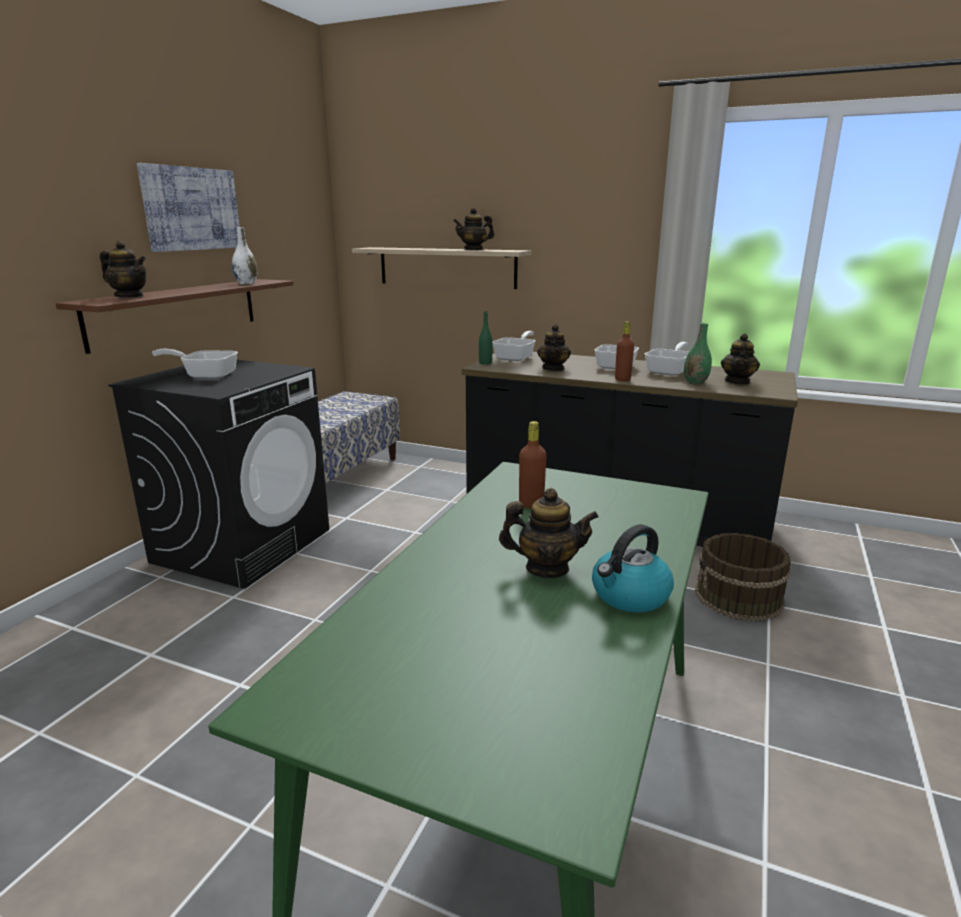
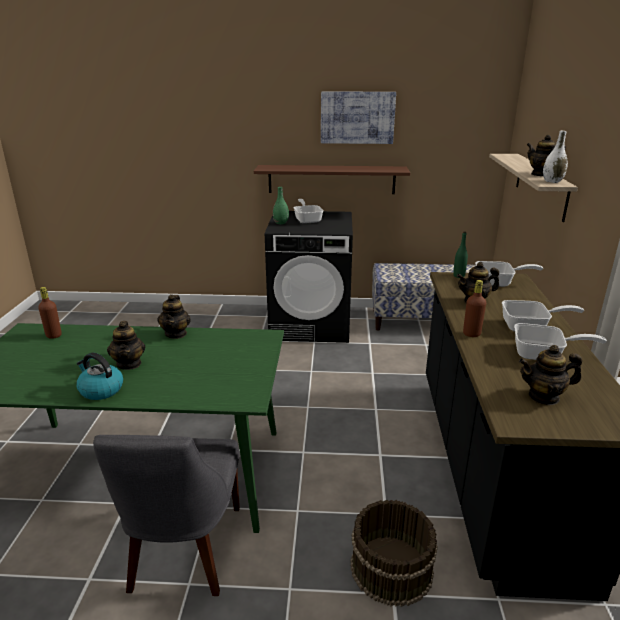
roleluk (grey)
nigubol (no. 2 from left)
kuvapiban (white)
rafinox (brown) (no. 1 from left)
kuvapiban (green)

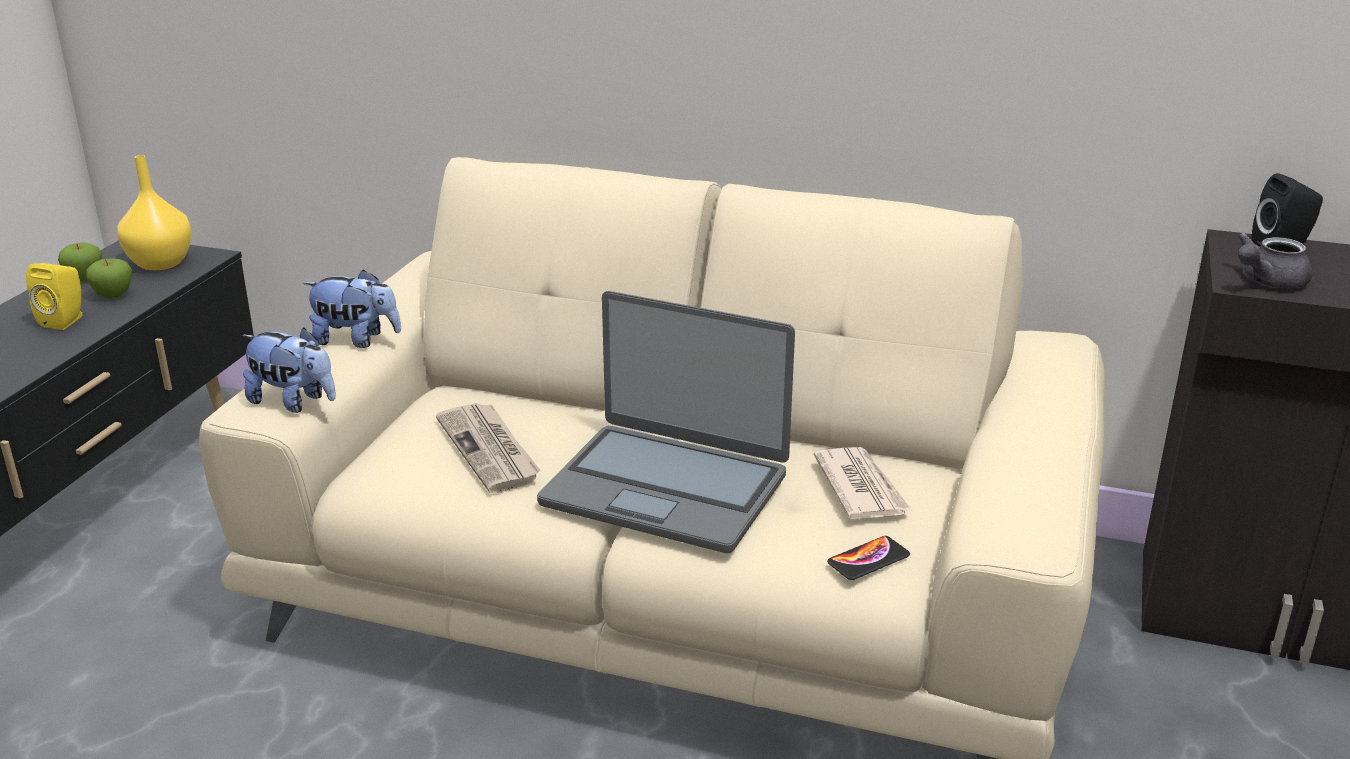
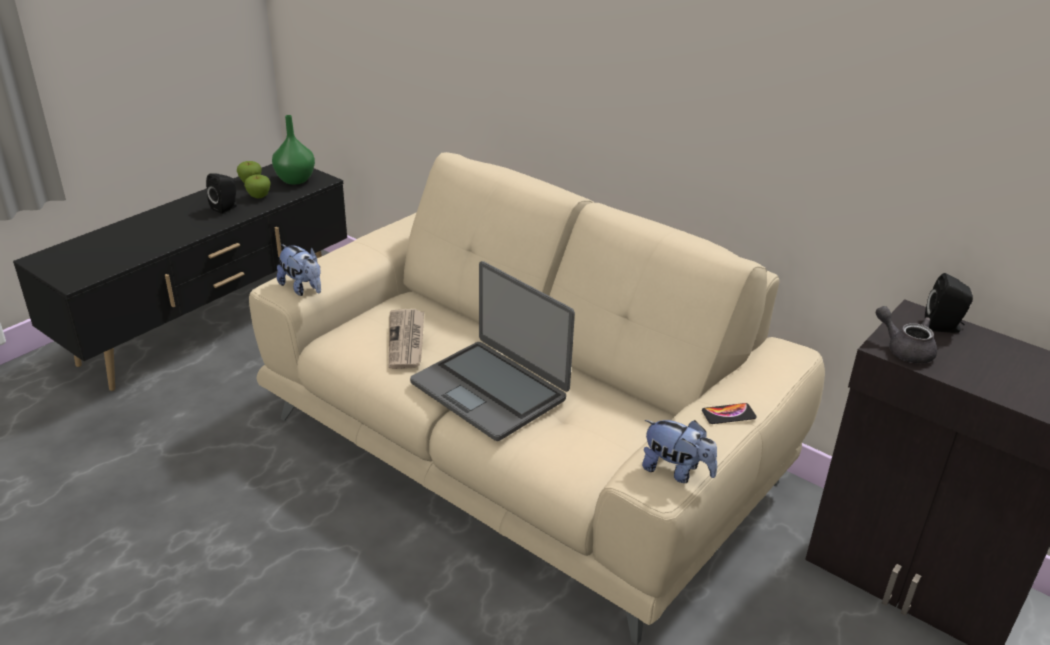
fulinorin (no. 2 from left in the first image)
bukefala (no. 2 from left)
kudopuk
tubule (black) (no. 1 from left)
kuvapiban (green)
nigubol (grey)

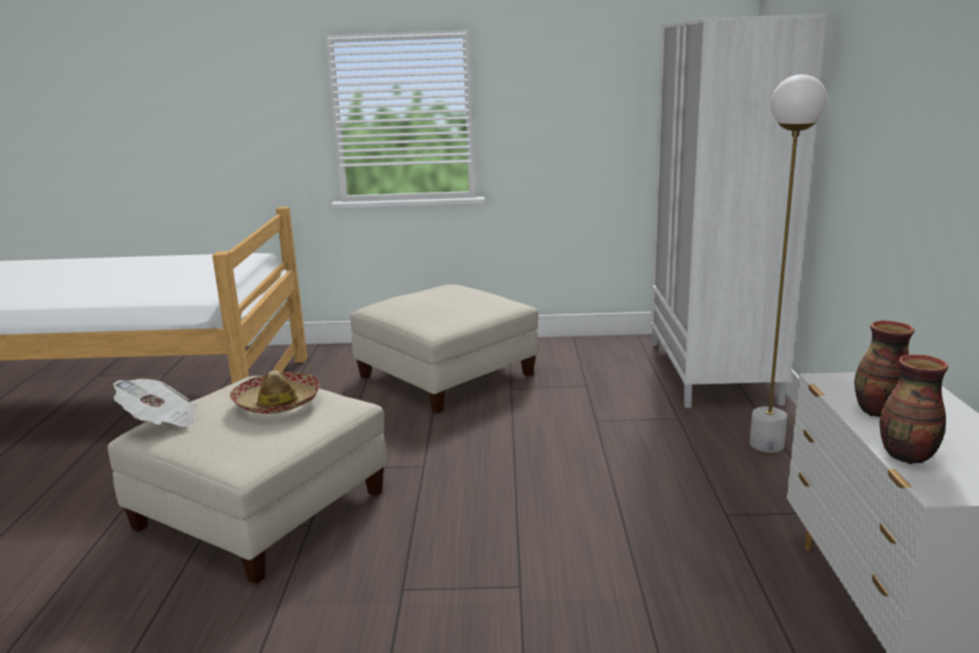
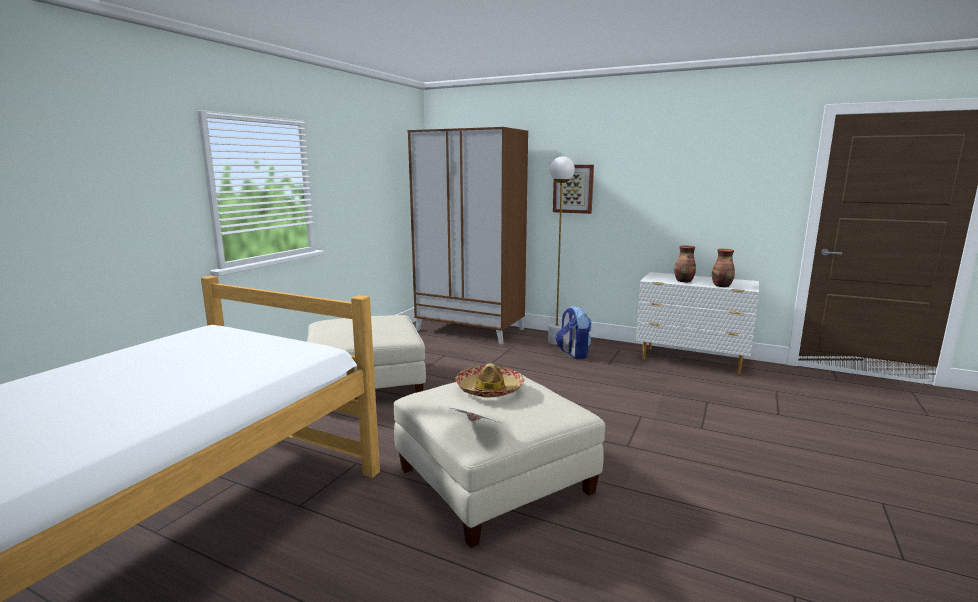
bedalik
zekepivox
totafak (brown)

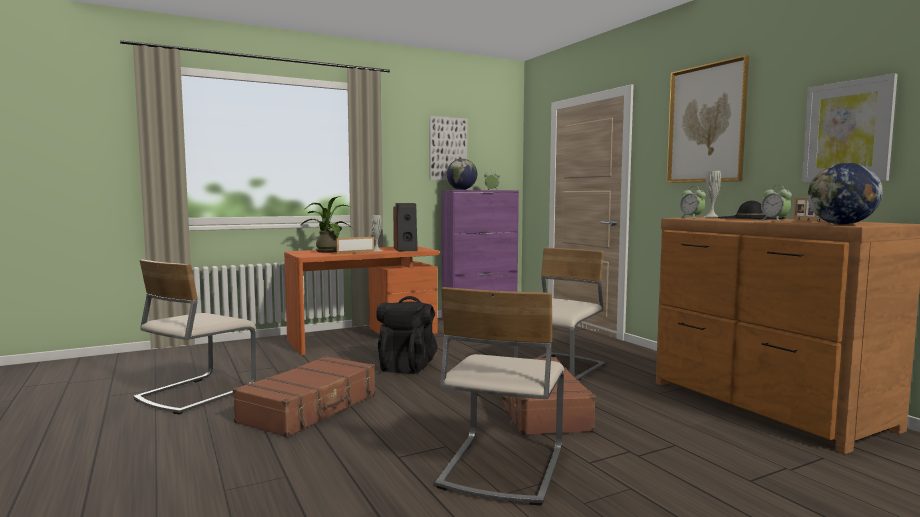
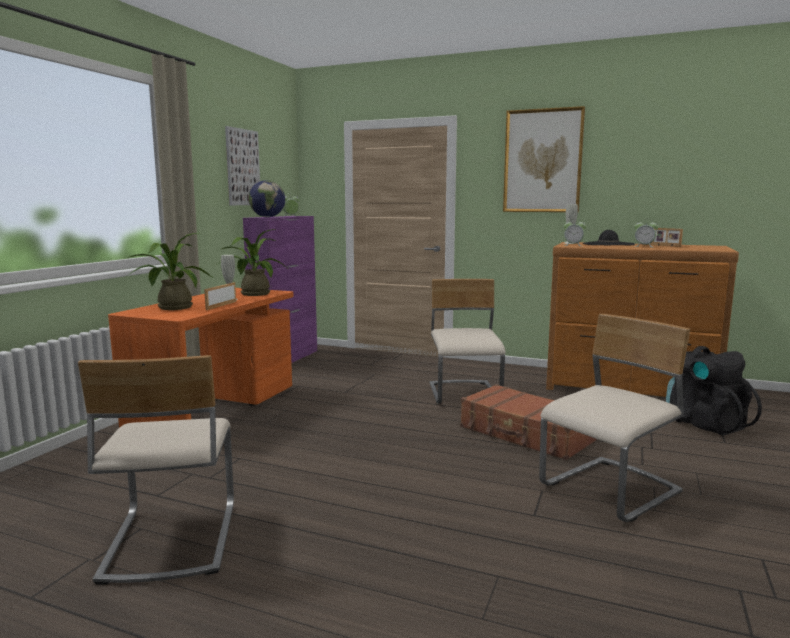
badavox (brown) (no. 1 from left in the first image)
bedalik (no. 3 from left in the first image)
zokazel (no. 2 from left in the first image)
zekepivox (black)
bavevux (no. 2 from left)
roleluk (beige) (no. 3 from left)

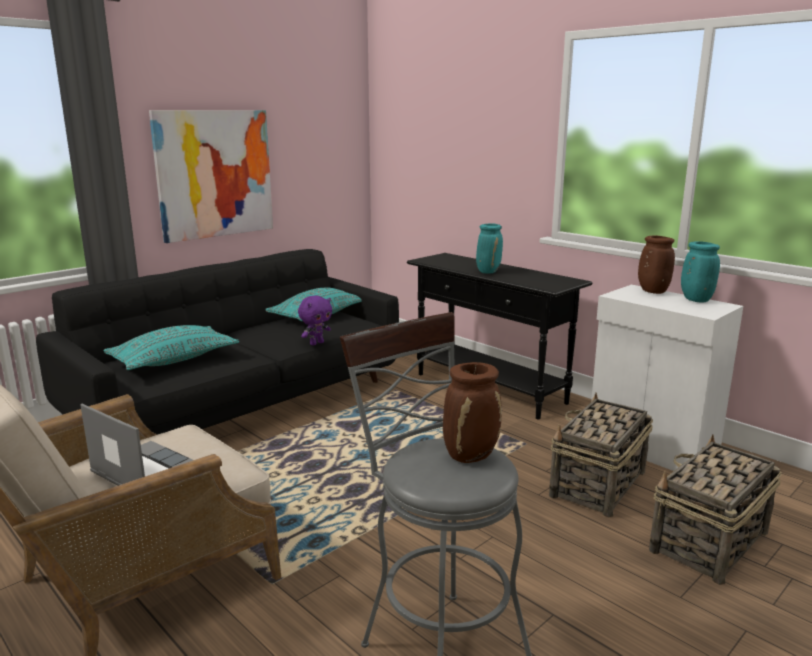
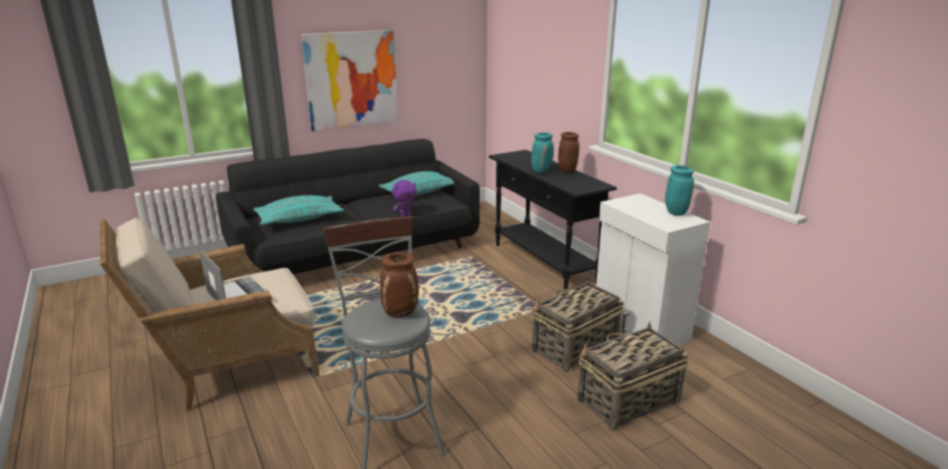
kuvapiban (brown) (no. 2 from left)

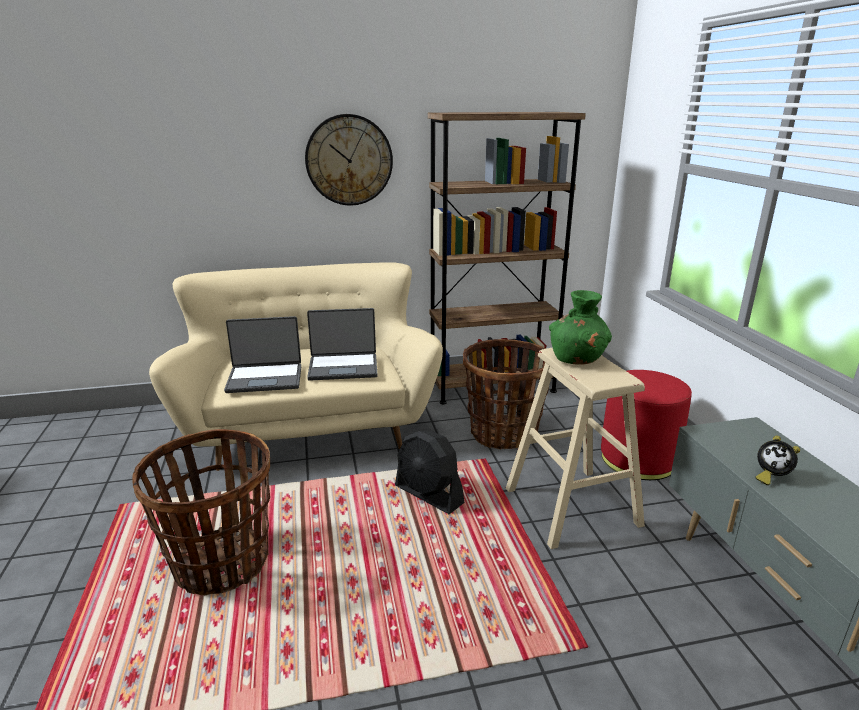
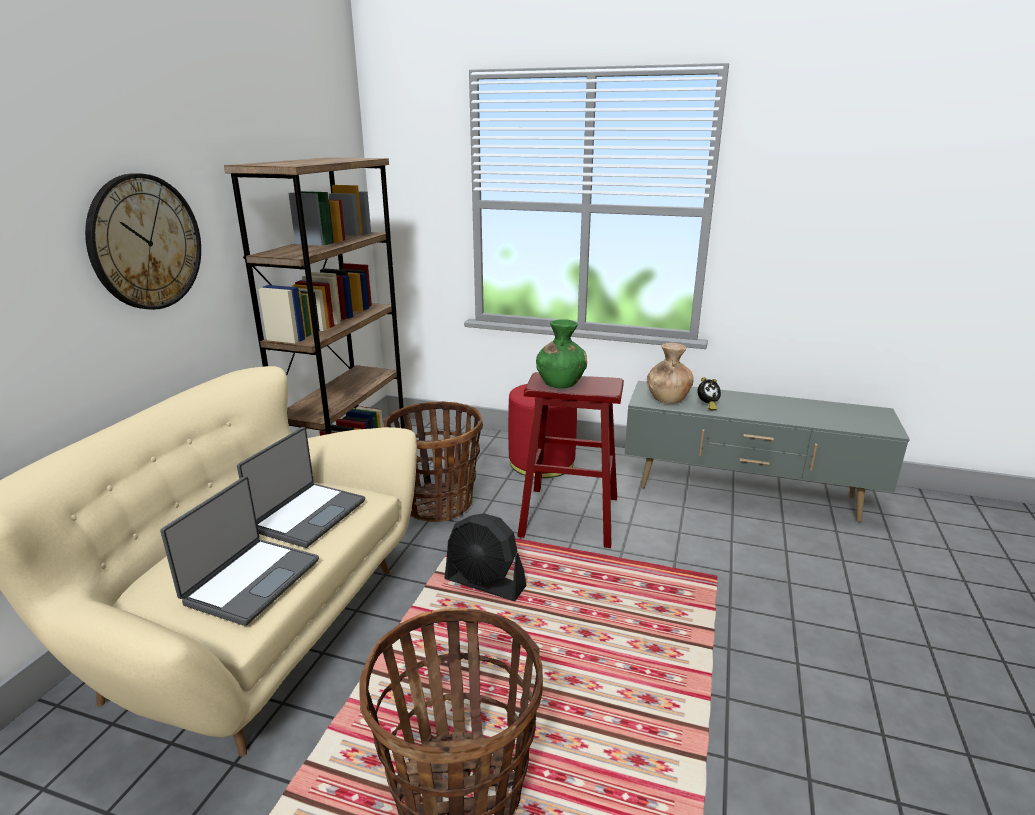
kuvapiban (brown)
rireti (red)
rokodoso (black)

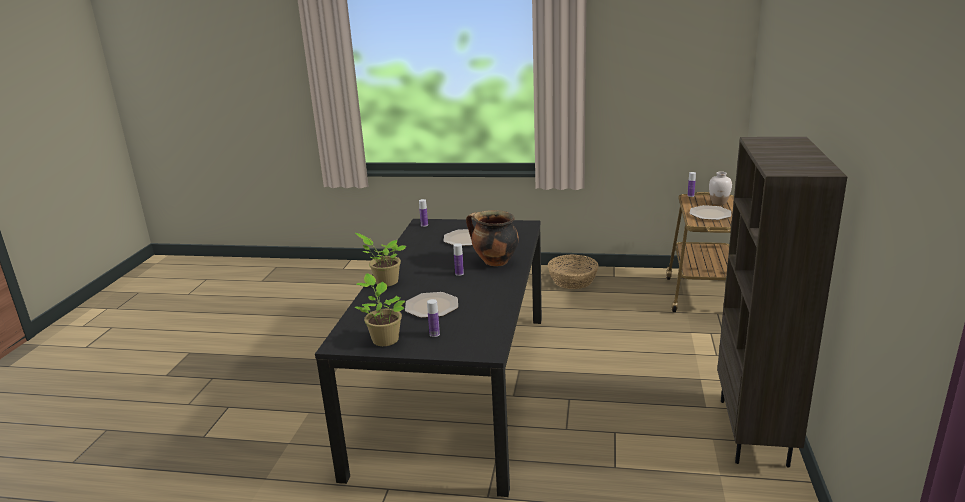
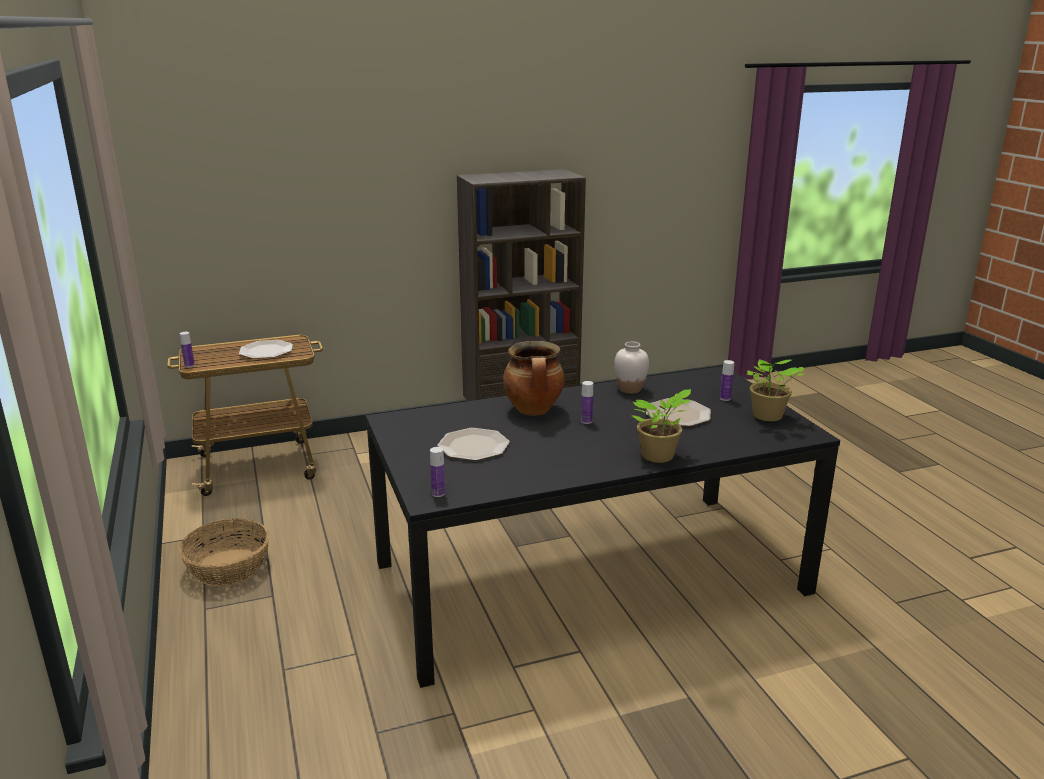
kuvapiban (white)

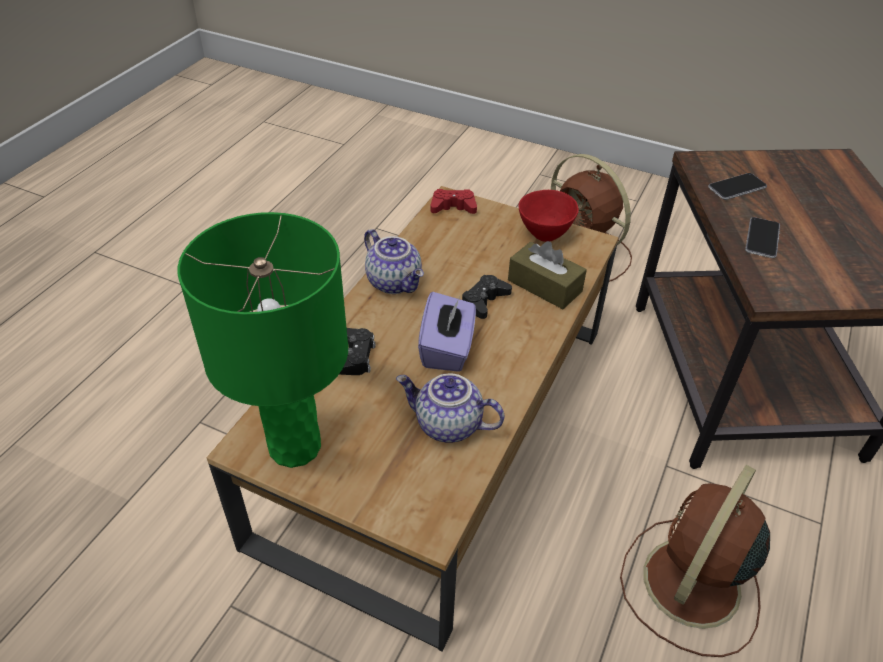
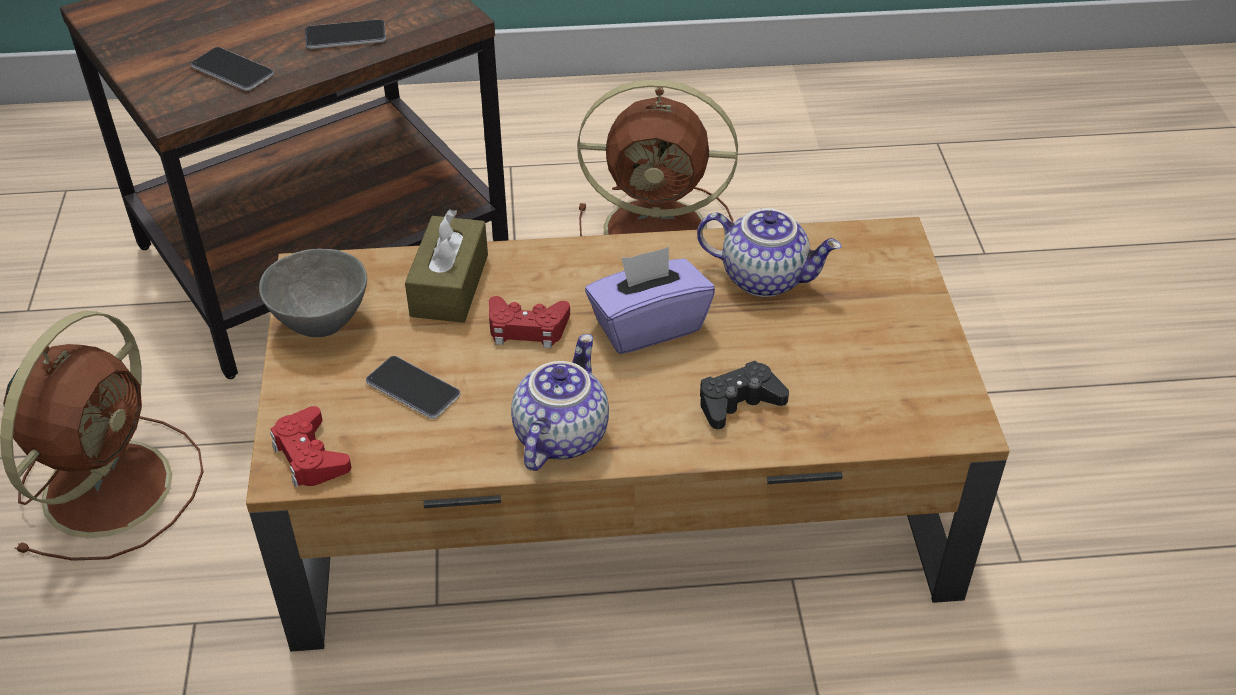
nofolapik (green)
kudopuk (no. 3 from left)
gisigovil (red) (no. 2 from left)
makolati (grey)
nigubol (no. 2 from left)

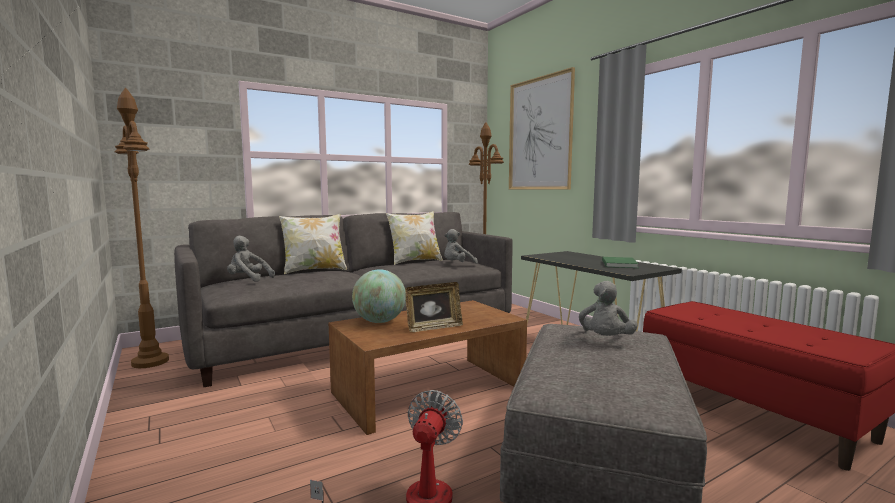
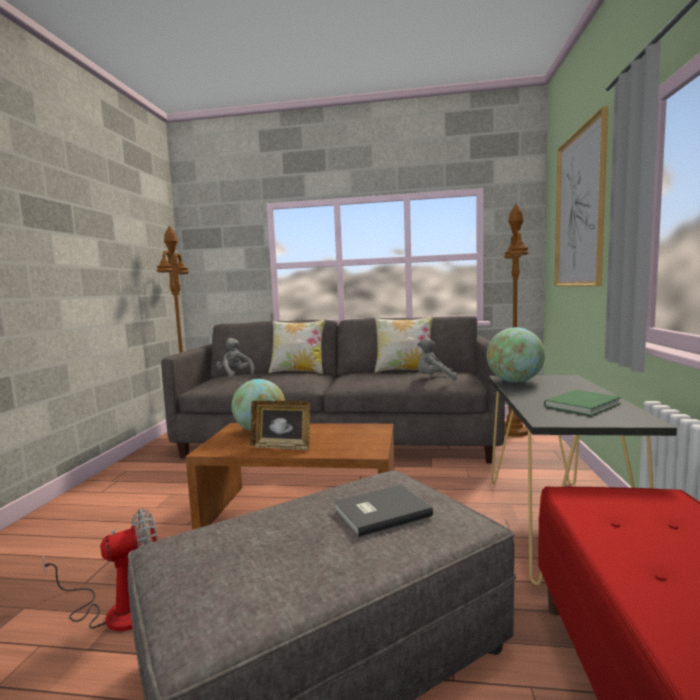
zokazel (no. 2 from left)
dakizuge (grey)

